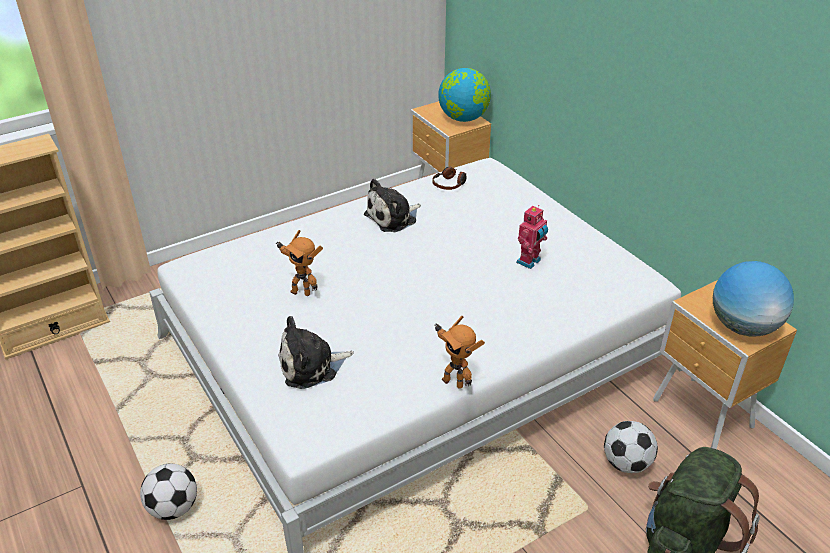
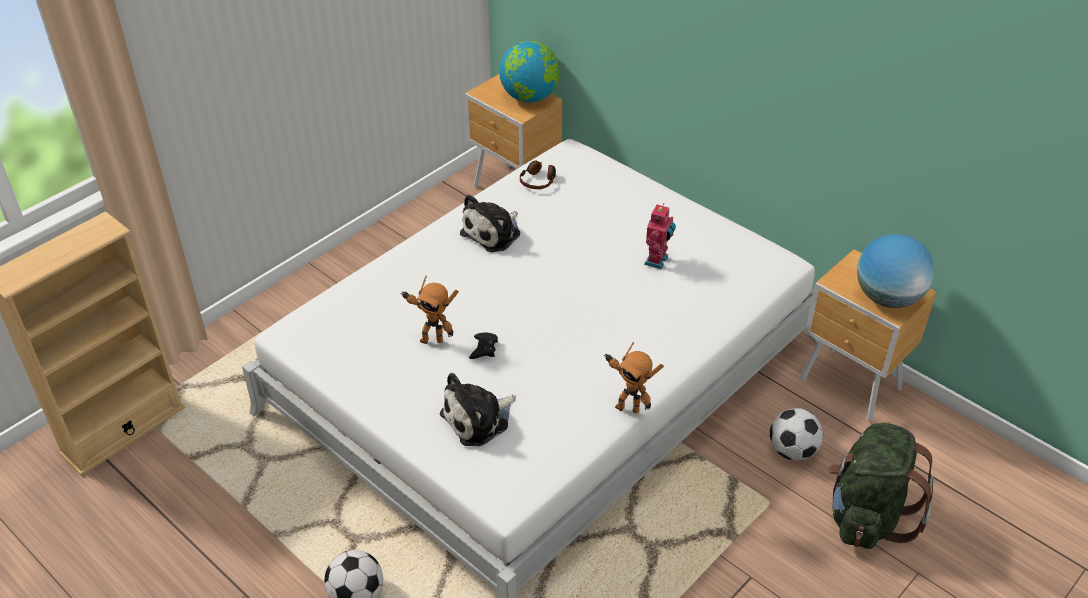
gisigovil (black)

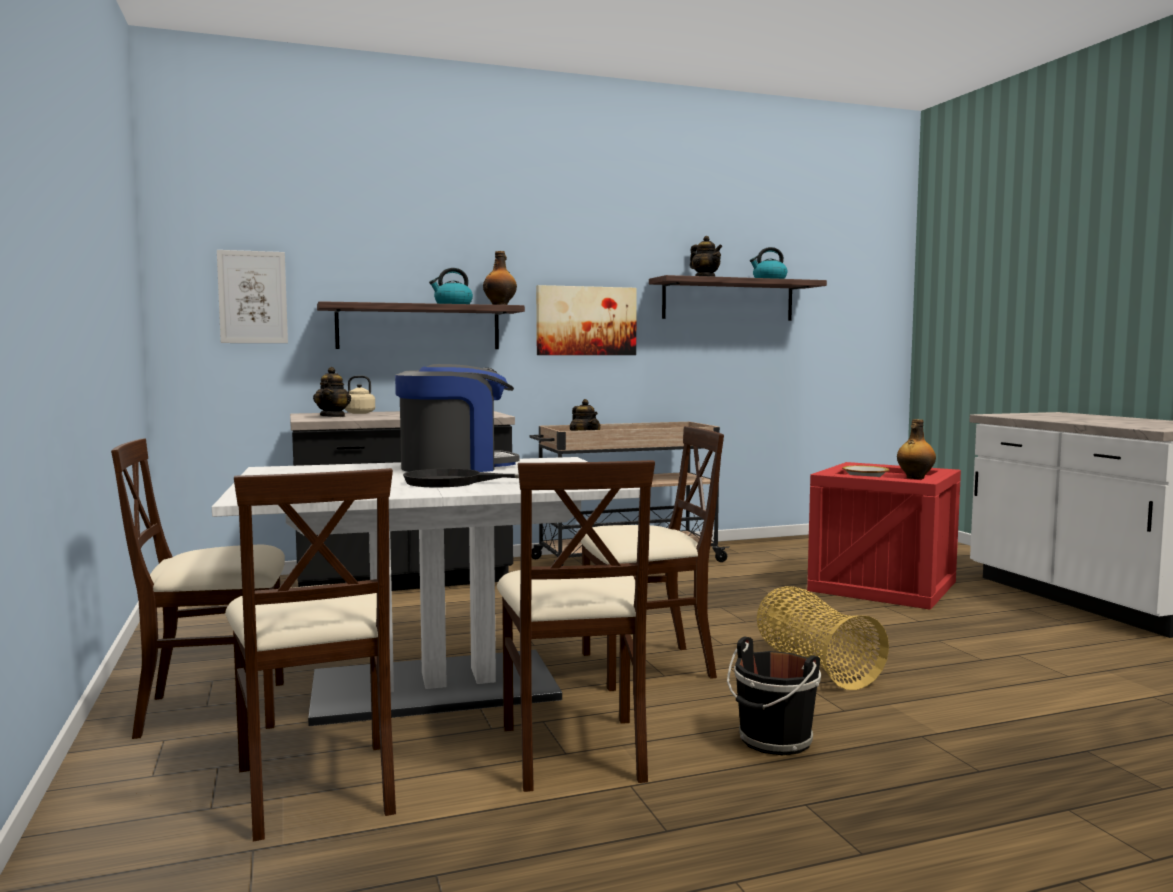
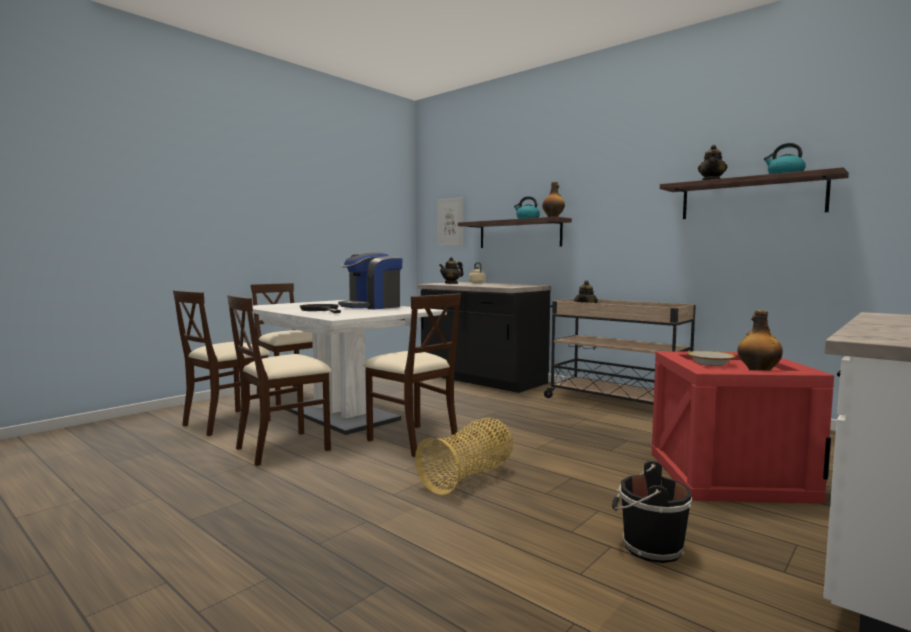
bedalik (no. 2 from left in the first image)
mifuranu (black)
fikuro

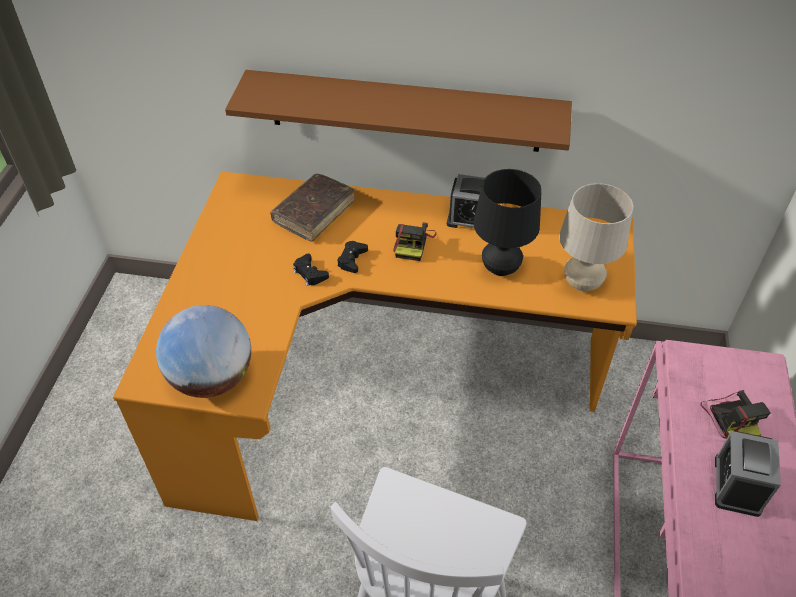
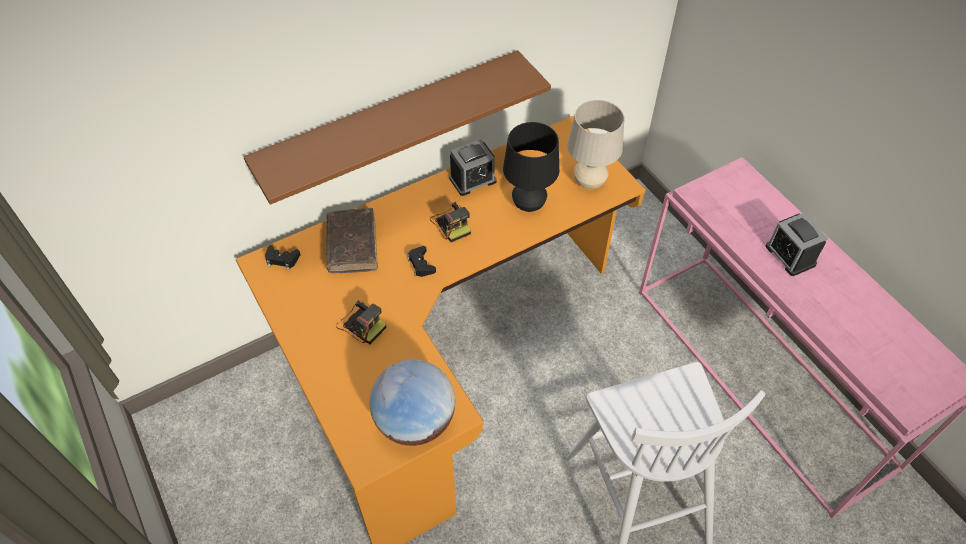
gisigovil (black) (no. 1 from left)
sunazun (no. 1 from left)

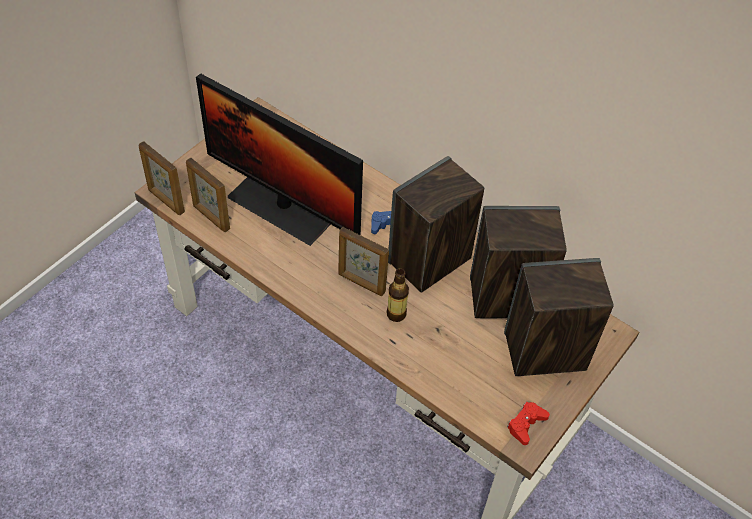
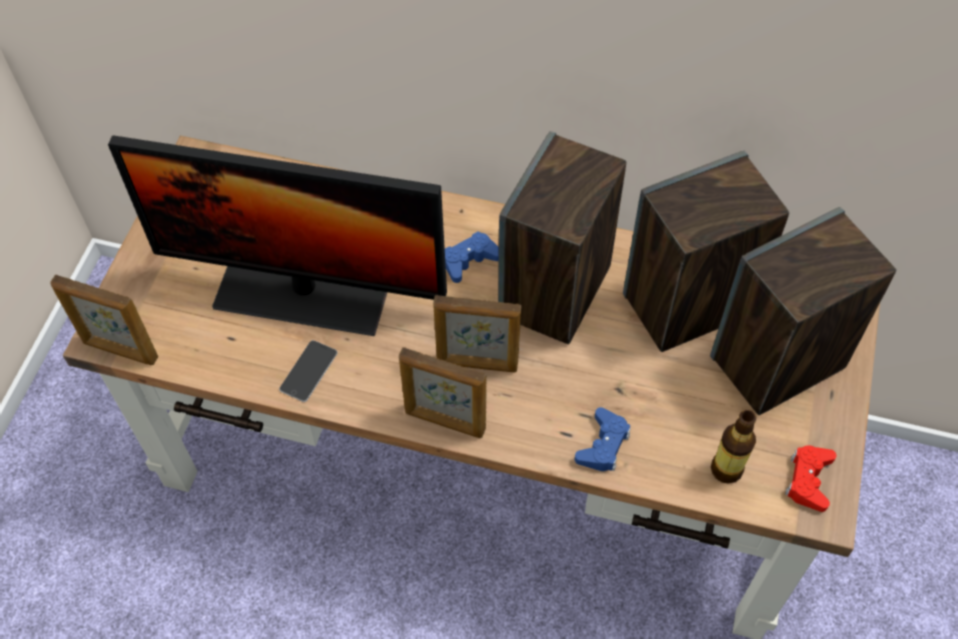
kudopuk
gisigovil (blue) (no. 2 from left)
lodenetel (no. 2 from left)
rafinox

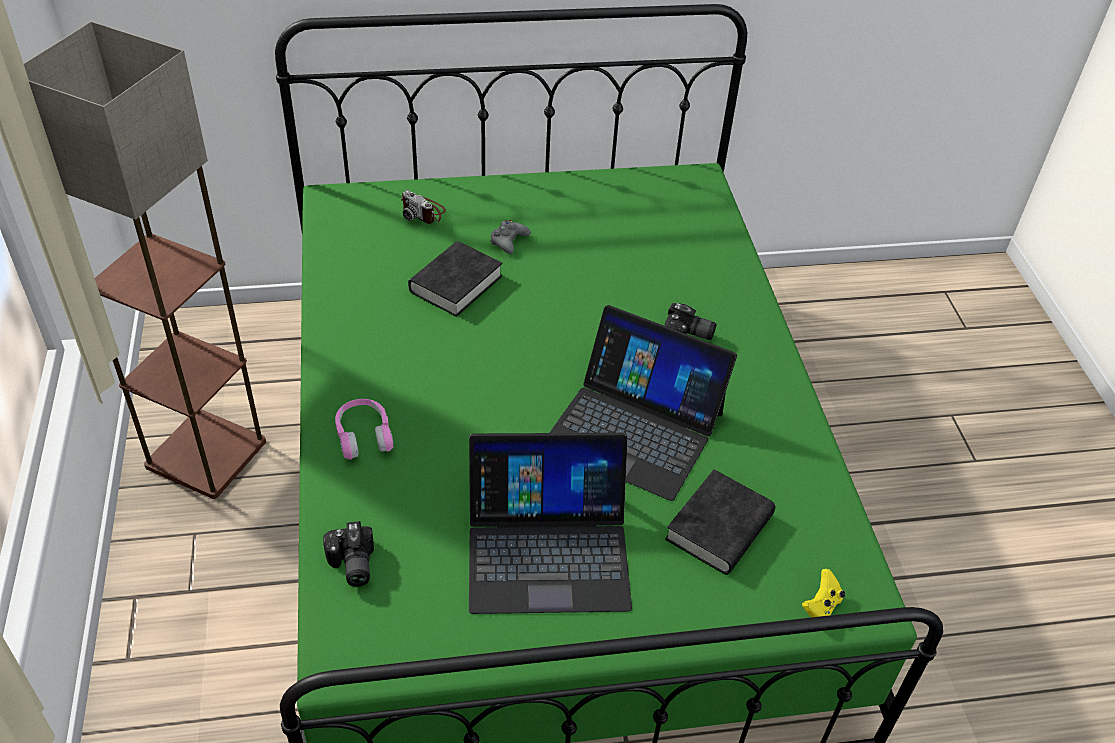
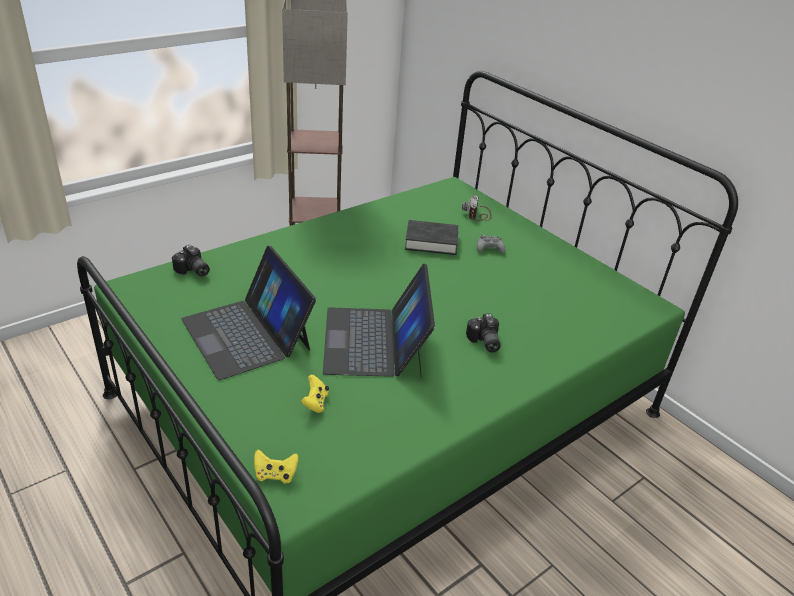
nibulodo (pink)
gisigovil (yellow) (no. 2 from left)
sunazun (no. 1 from left)

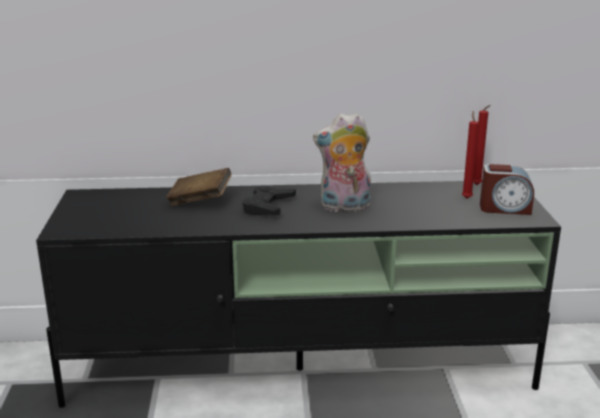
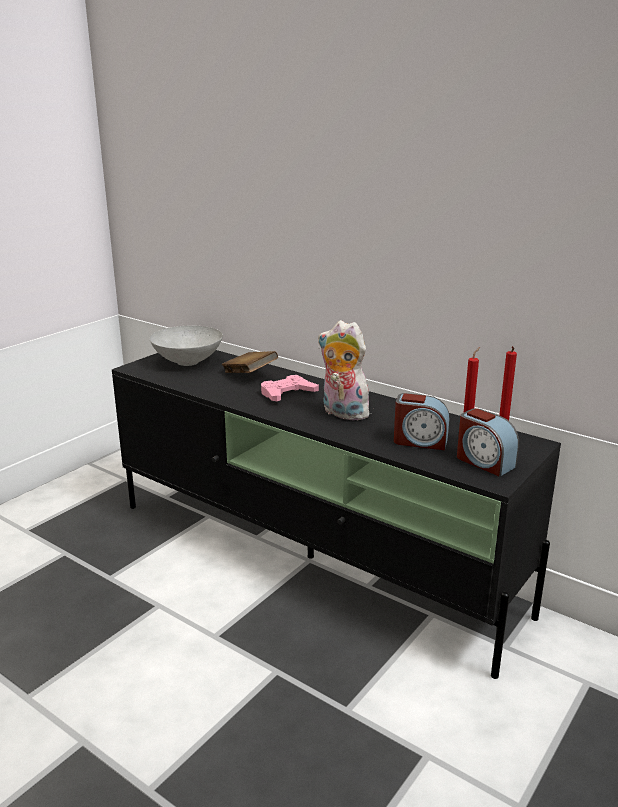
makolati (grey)
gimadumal (no. 1 from left)
gisigovil (pink)

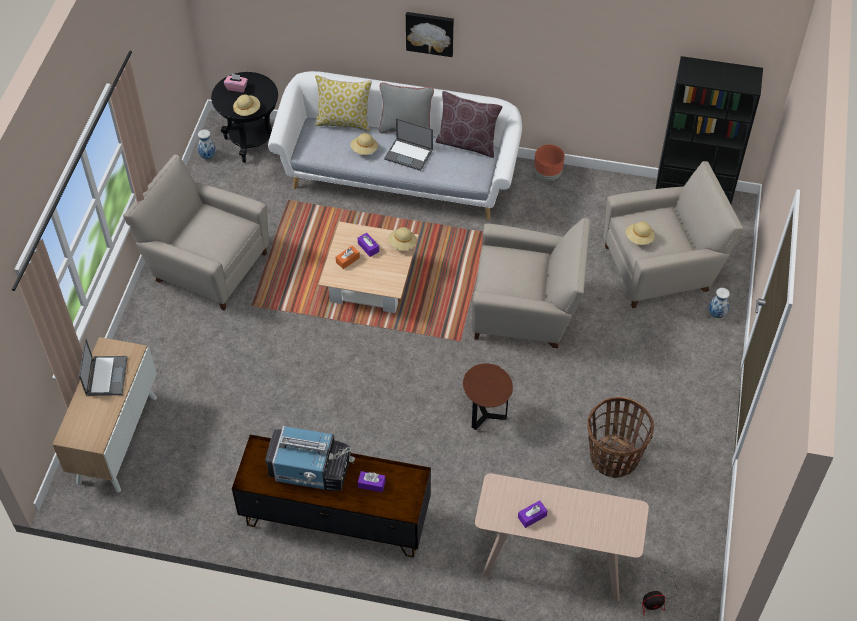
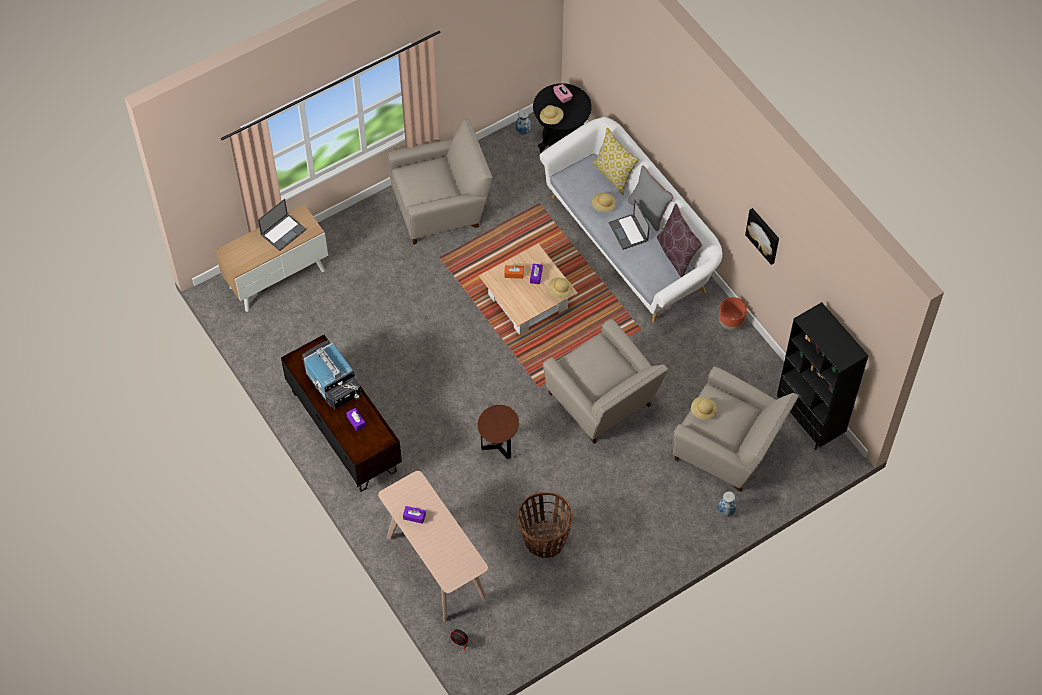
bedalik
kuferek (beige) (no. 1 from left)

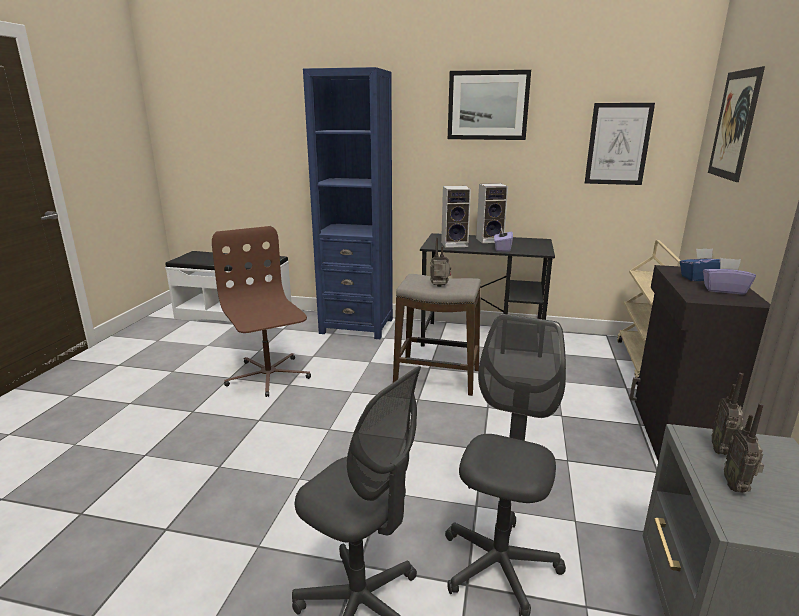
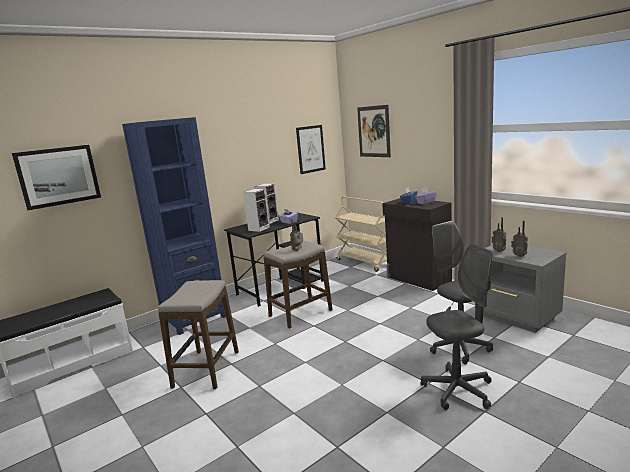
bedalik (no. 1 from left)
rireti (no. 1 from left)

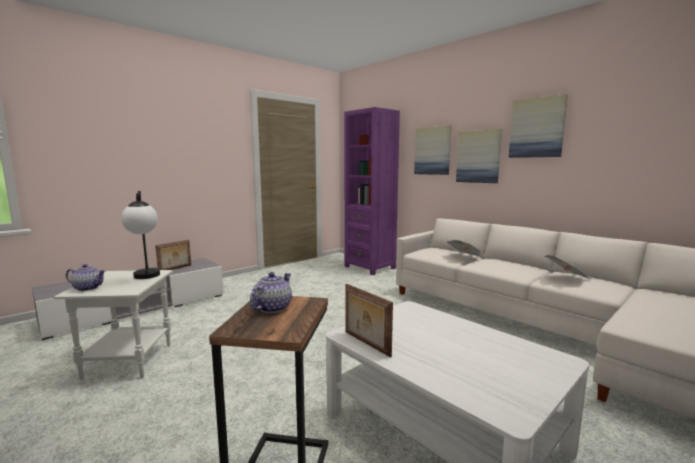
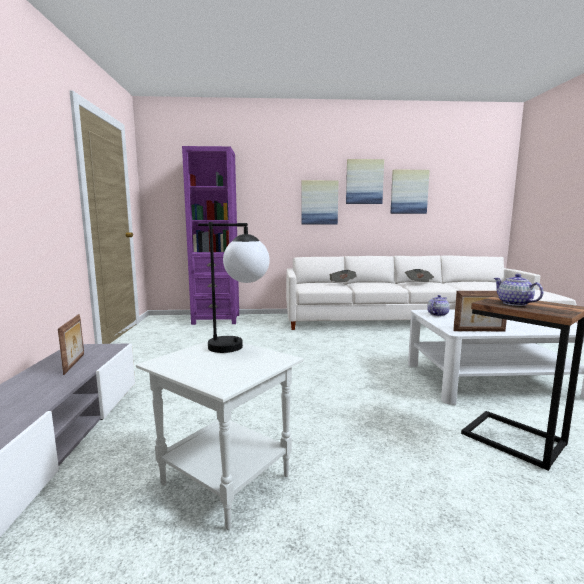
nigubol (no. 1 from left)
bedalik (no. 3 from left)

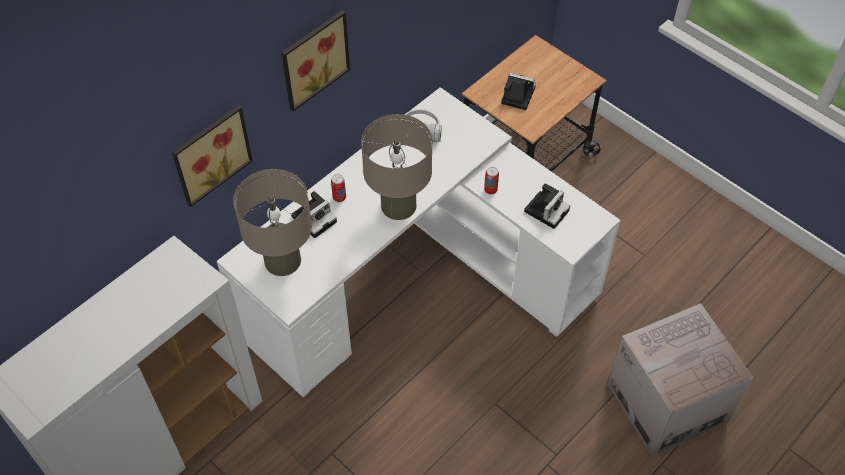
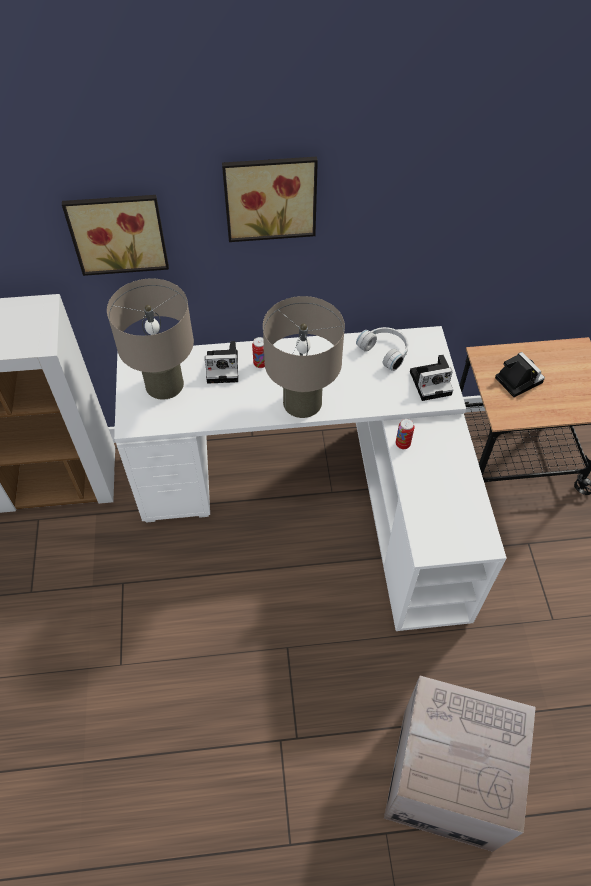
sunazun (no. 2 from left)

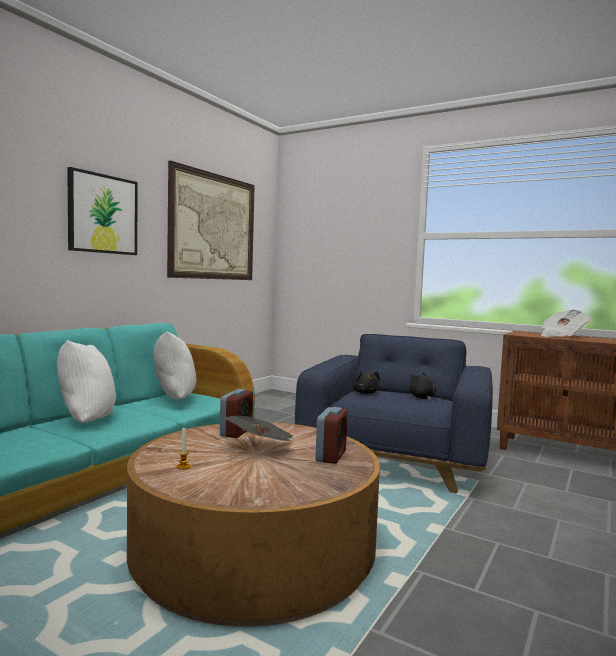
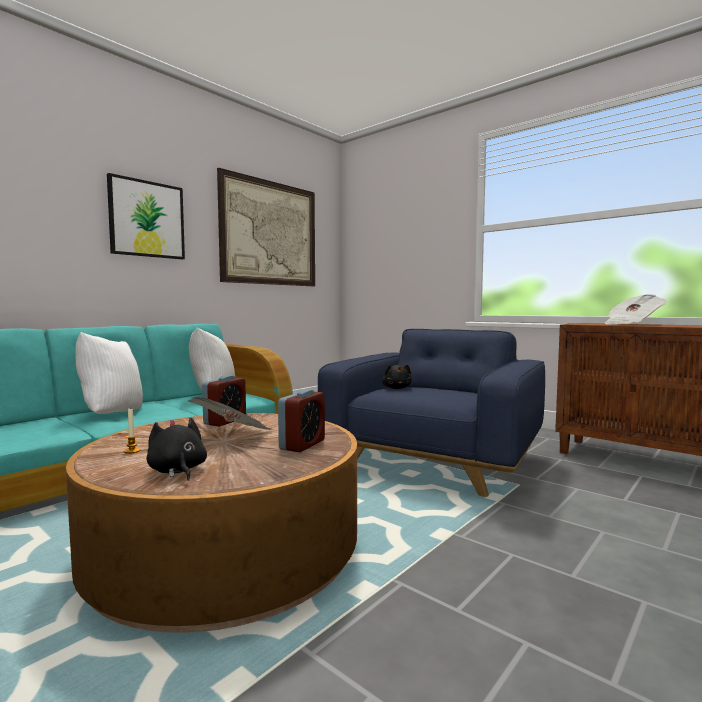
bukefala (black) (no. 1 from left)

